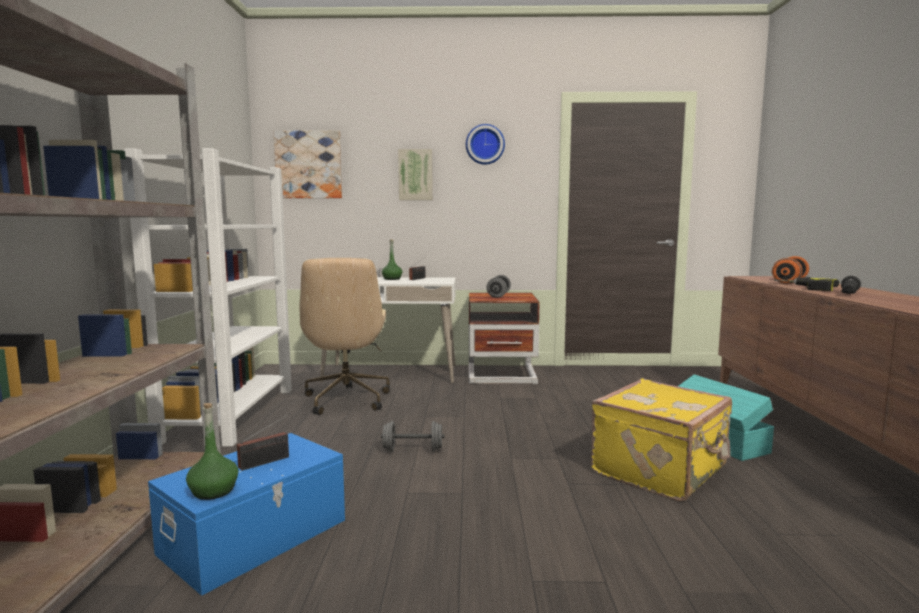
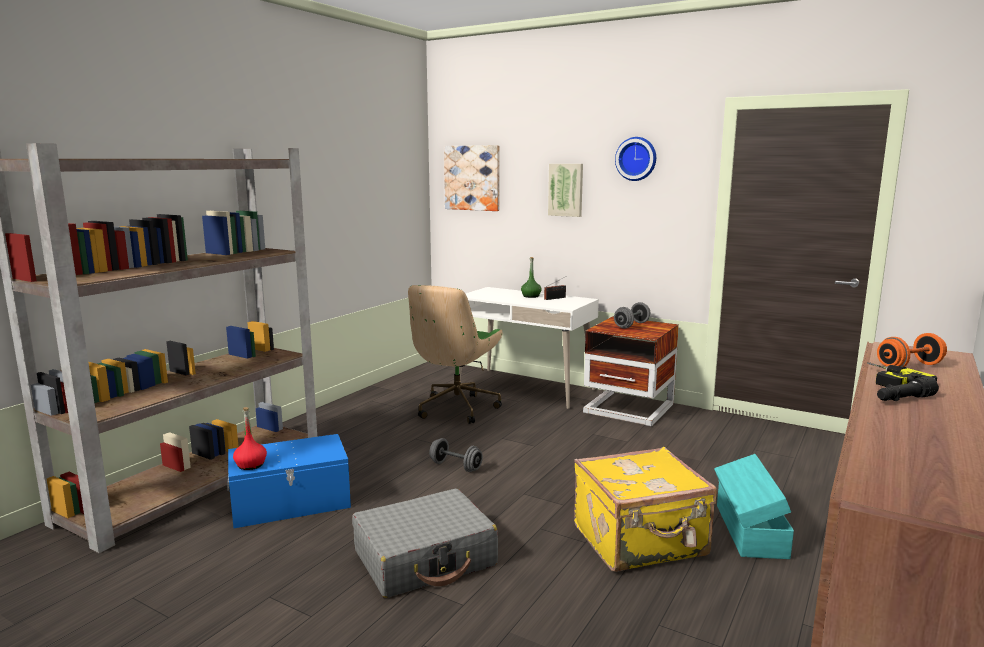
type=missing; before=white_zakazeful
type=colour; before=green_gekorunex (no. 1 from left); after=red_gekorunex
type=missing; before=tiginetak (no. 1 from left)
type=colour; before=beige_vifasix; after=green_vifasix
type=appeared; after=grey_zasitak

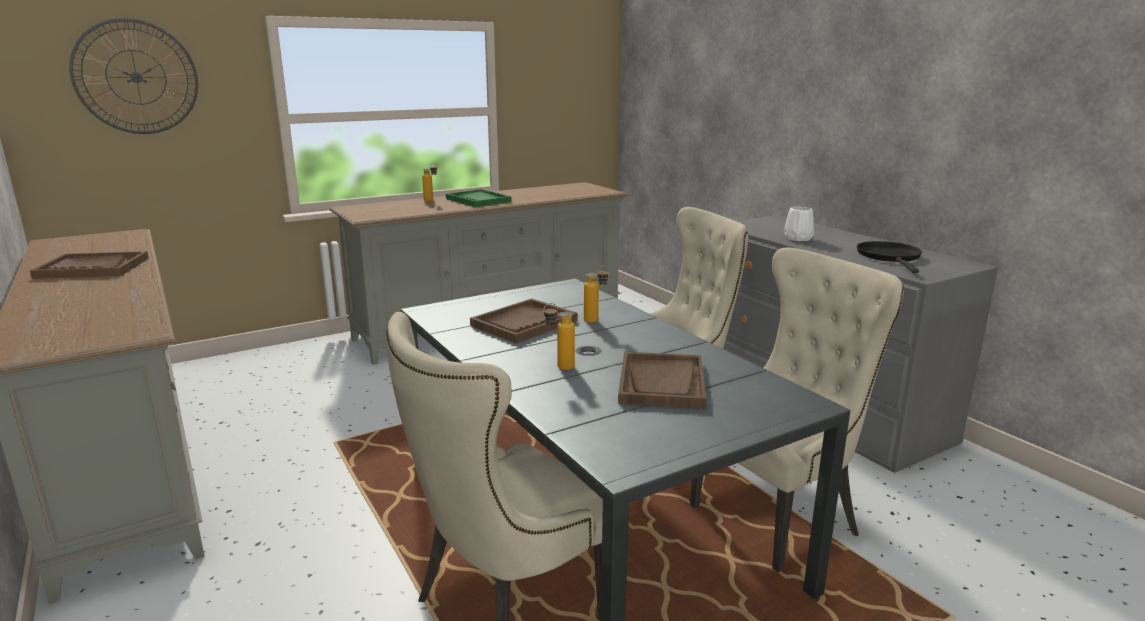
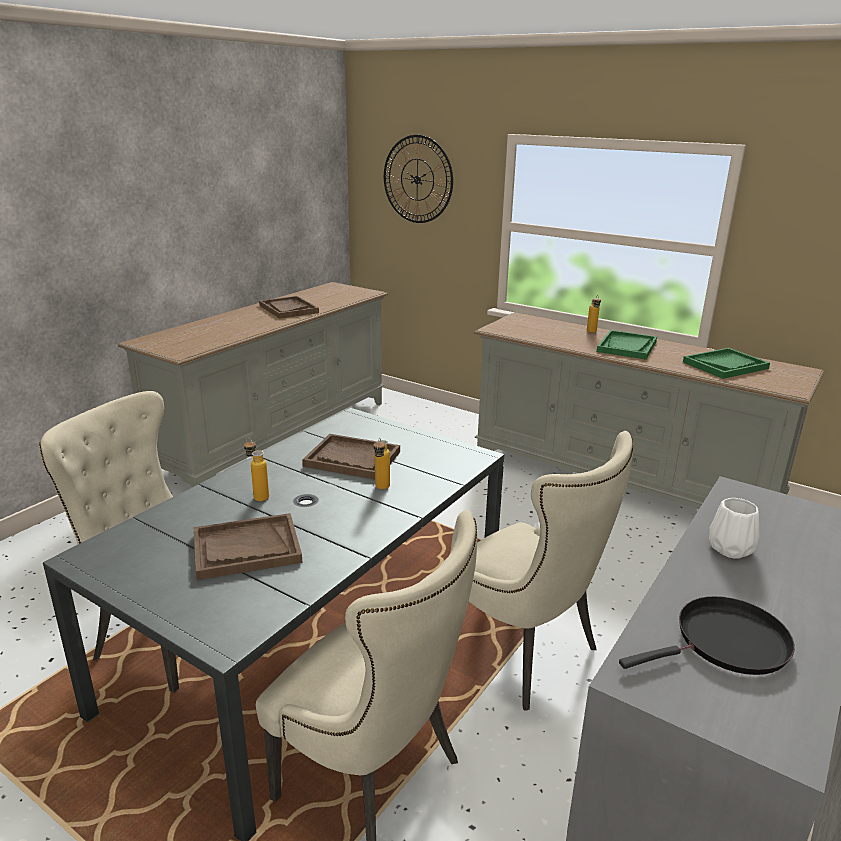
type=appeared; after=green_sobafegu (no. 2 from left)

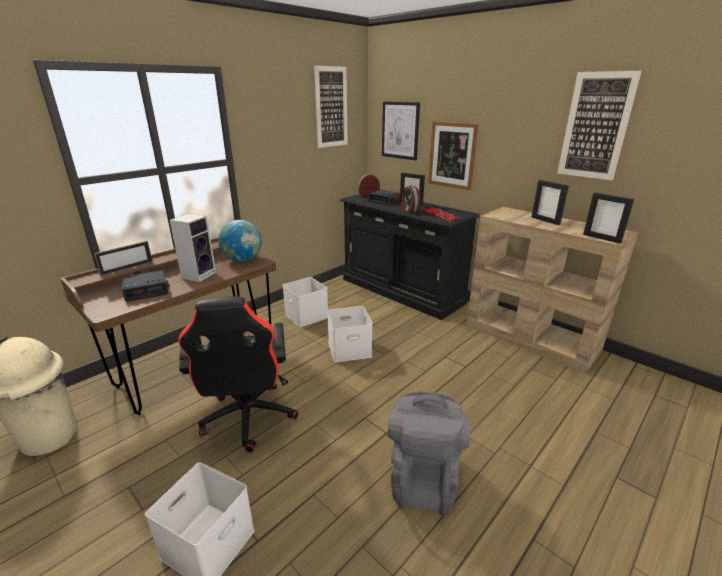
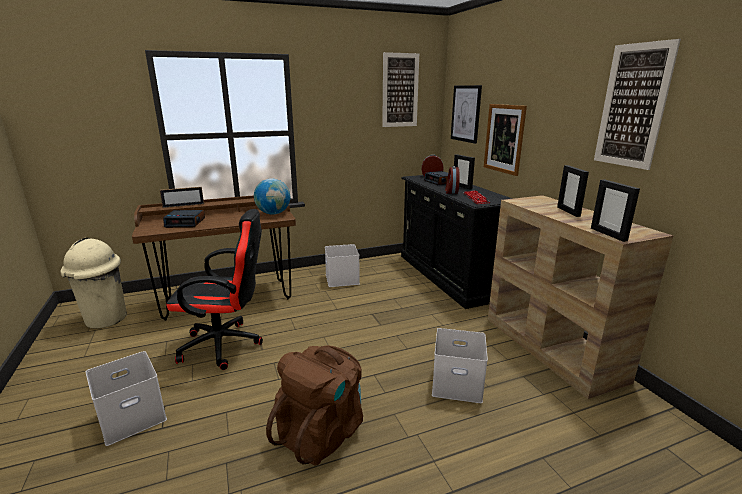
type=missing; before=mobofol
type=spun; before=black_vifasix; turn=-105
type=relocated; before=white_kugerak (no. 3 from left)
type=colour; before=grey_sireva; after=brown_sireva

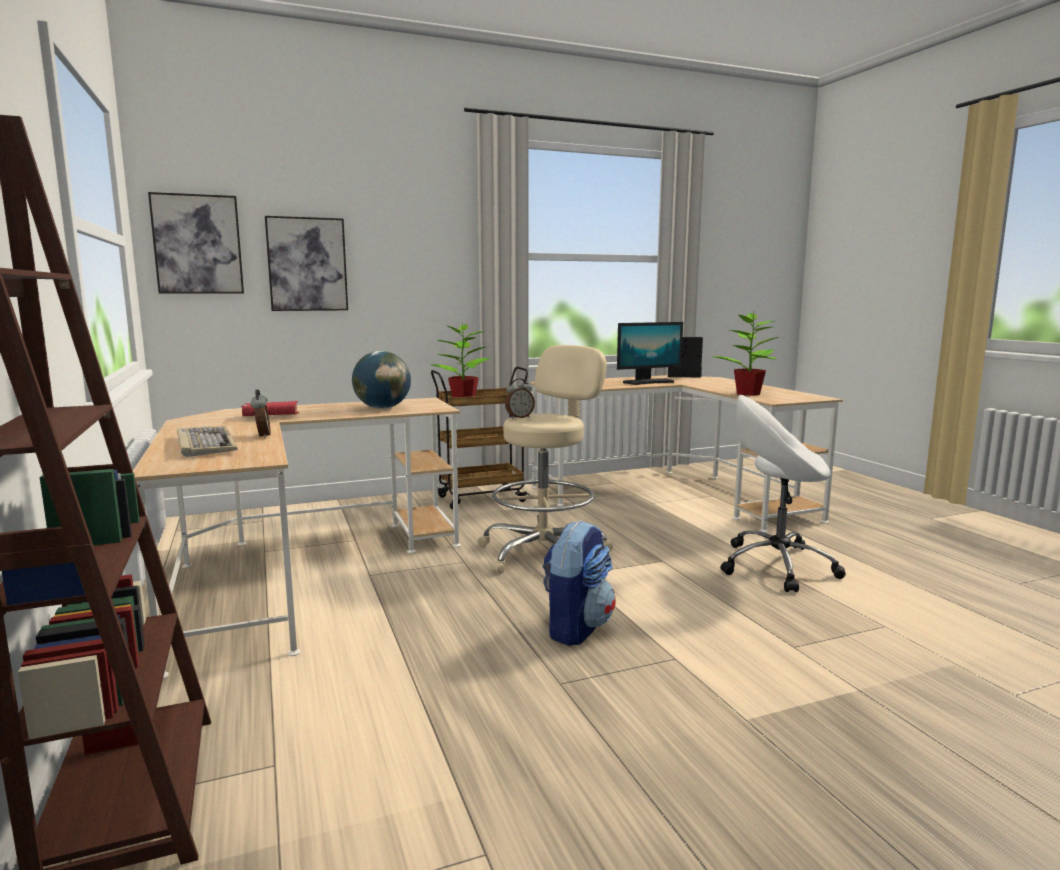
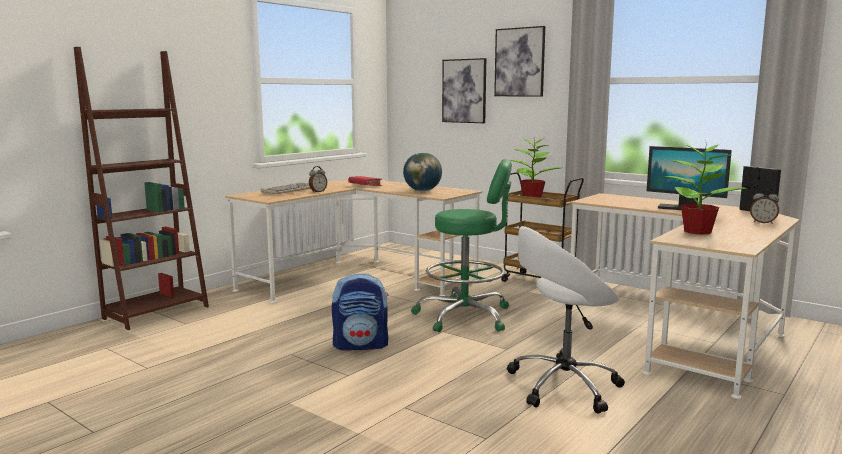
type=relocated; before=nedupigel (no. 1 from left in the first image); after=nedupigel (no. 2 from left)
type=colour; before=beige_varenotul; after=green_varenotul
type=relocated; before=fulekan (no. 2 from left)
type=spun; before=white_vifasix; turn=-90

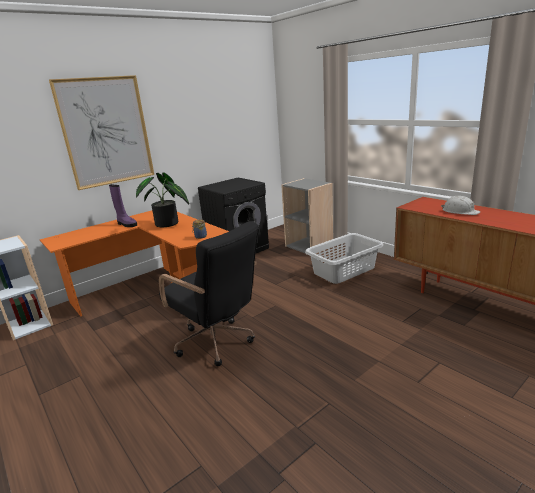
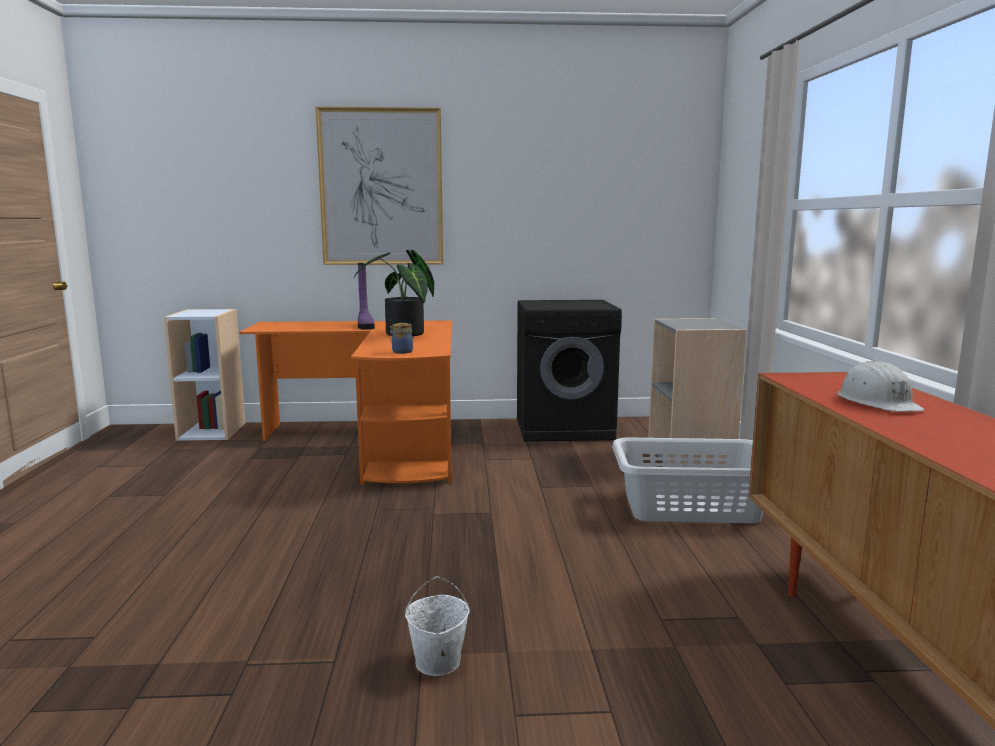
type=missing; before=black_vifasix
type=appeared; after=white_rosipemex

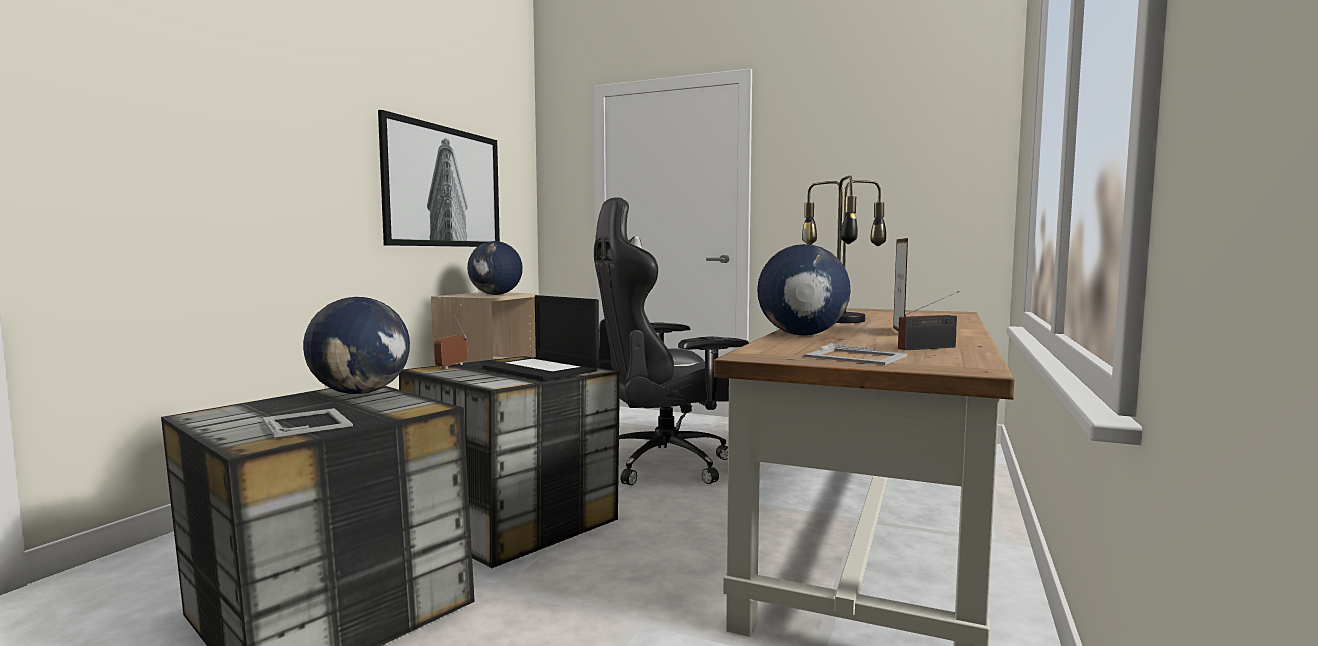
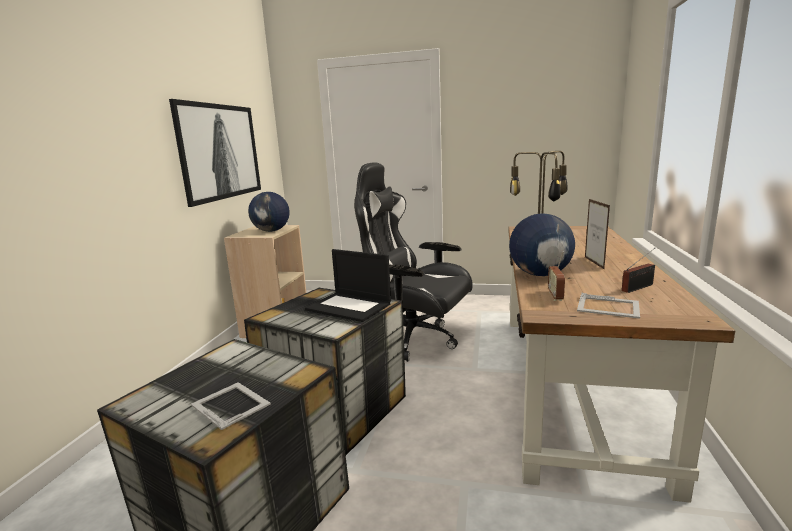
type=missing; before=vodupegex (no. 1 from left)
type=relocated; before=tiginetak (no. 1 from left)
type=spun; before=black_vifasix; turn=60

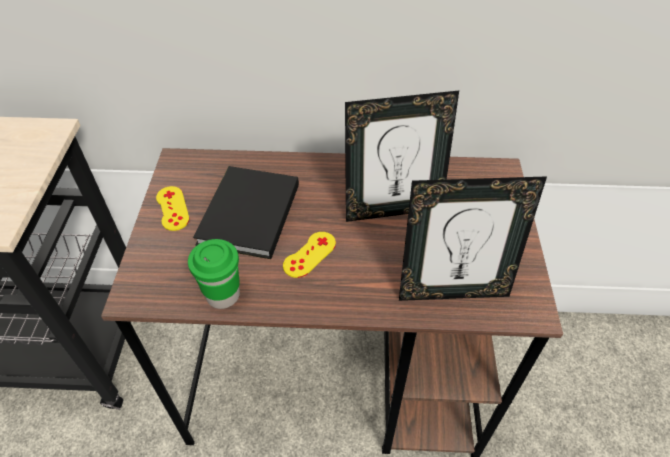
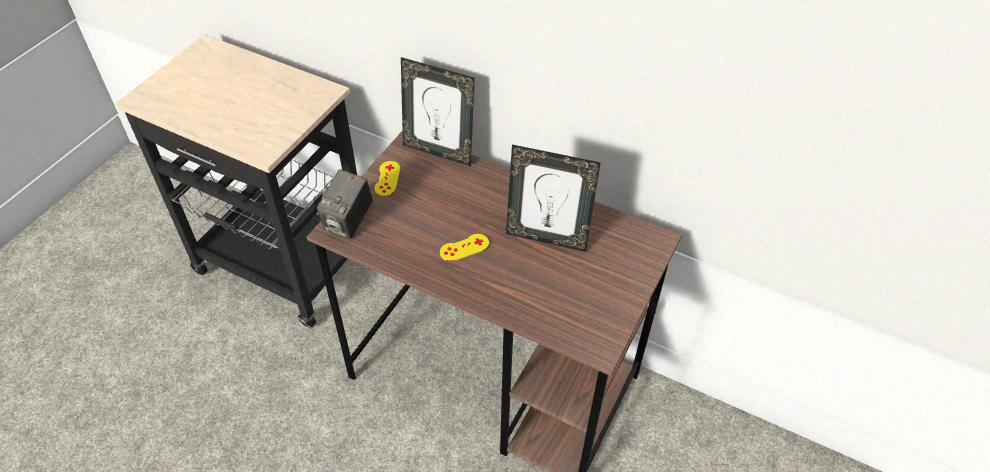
type=missing; before=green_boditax
type=missing; before=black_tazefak
type=relocated; before=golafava (no. 2 from left in the first image); after=golafava (no. 1 from left)
type=appeared; after=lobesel

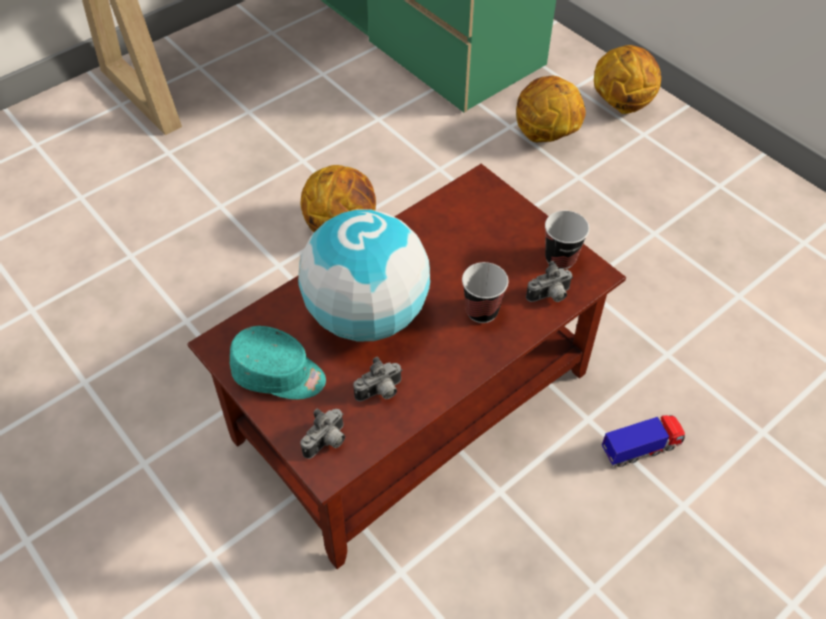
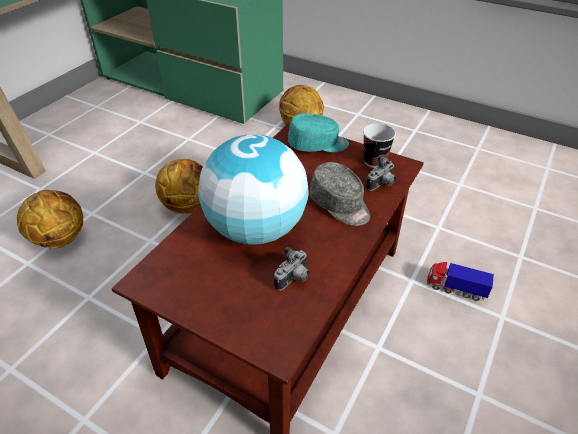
type=relocated; before=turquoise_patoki
type=missing; before=lobesel (no. 1 from left)
type=exchanged; before=boditax (no. 1 from left); after=grey_patoki
type=relocated; before=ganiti (no. 3 from left in the first image); after=ganiti (no. 1 from left)
type=spun; before=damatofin; turn=-120

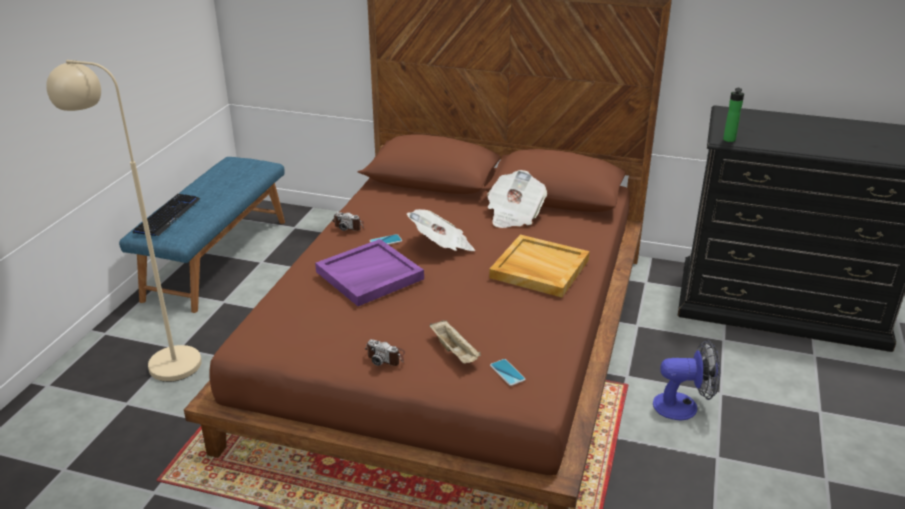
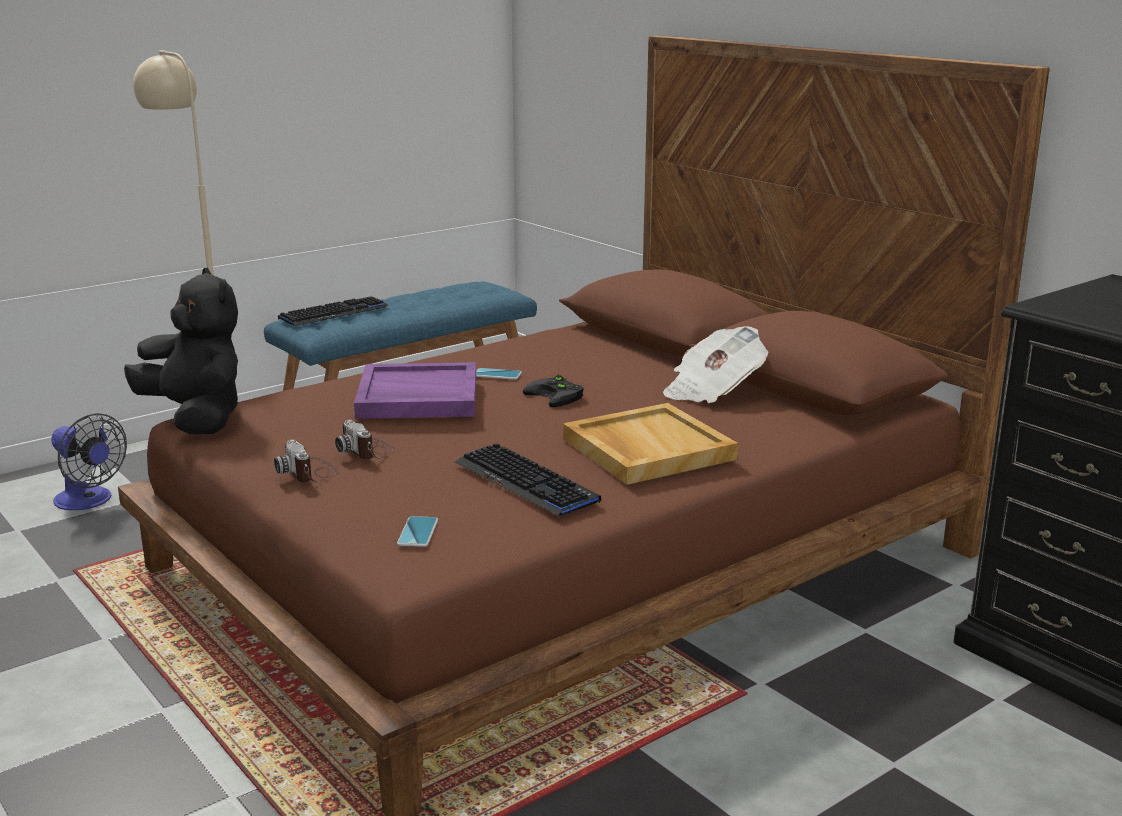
type=relocated; before=lobesel (no. 1 from left in the first image); after=lobesel (no. 2 from left)
type=exchanged; before=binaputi (no. 1 from left); after=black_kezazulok
type=missing; before=beige_sobafegu (no. 1 from left)
type=relocated; before=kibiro
type=missing; before=gekorunex
type=appeared; after=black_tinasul
type=appeared; after=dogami (no. 2 from left)

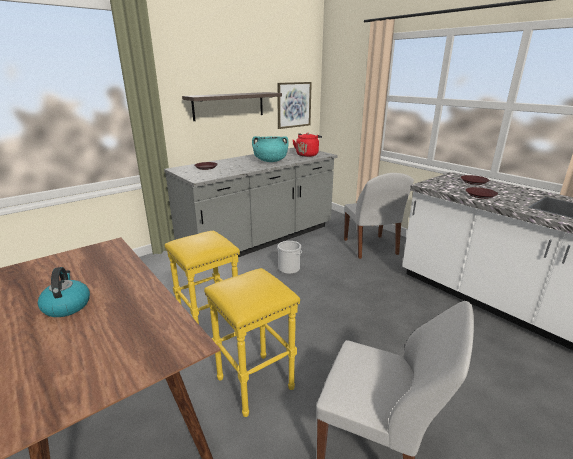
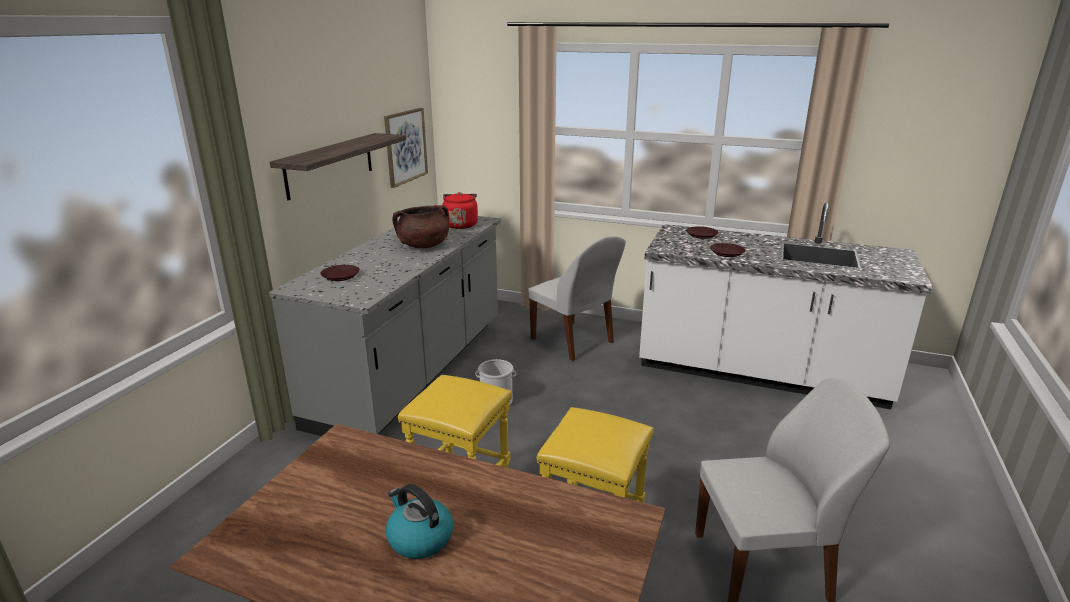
type=colour; before=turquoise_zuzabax; after=brown_zuzabax

